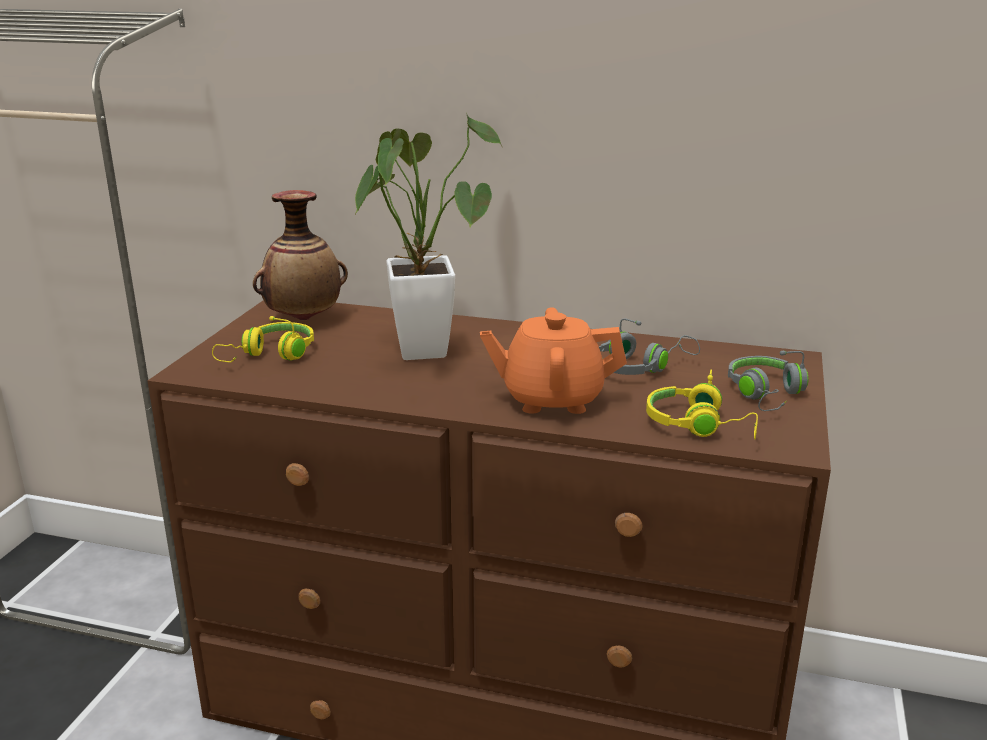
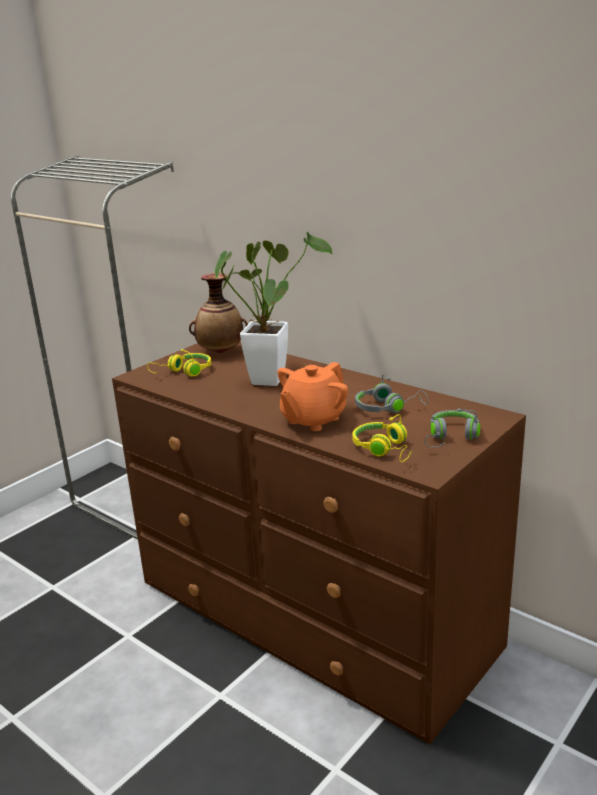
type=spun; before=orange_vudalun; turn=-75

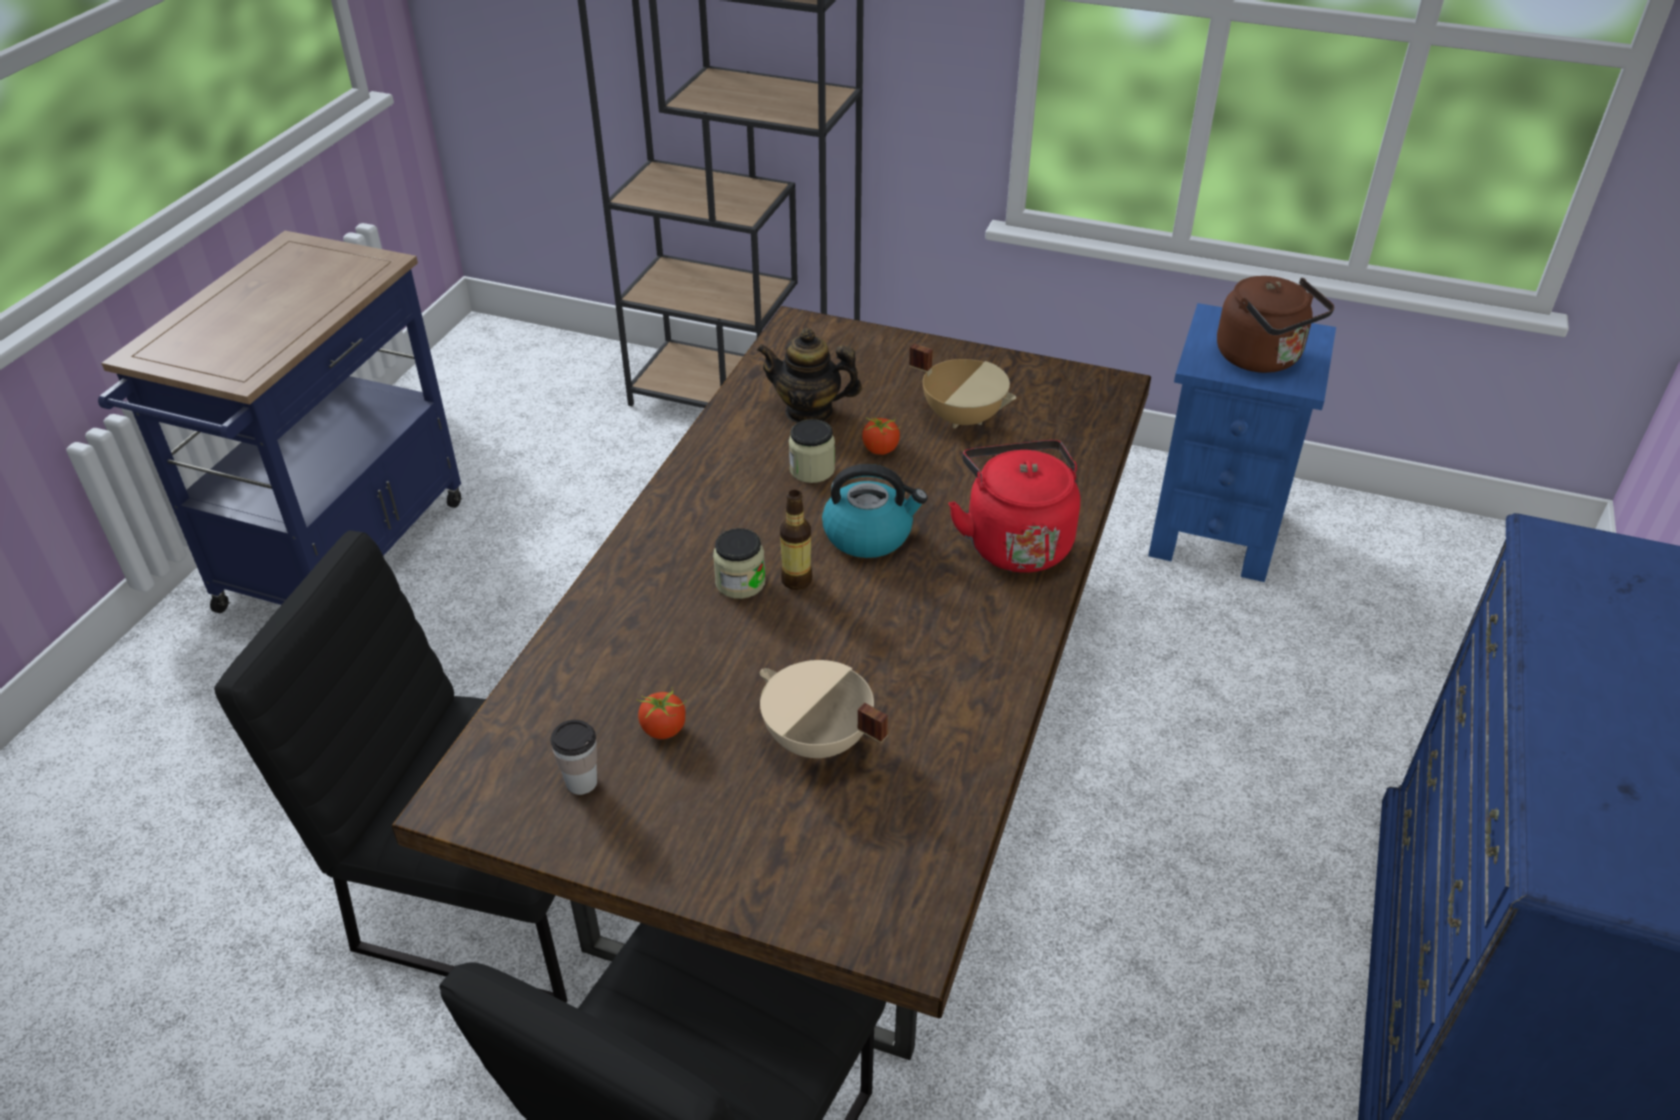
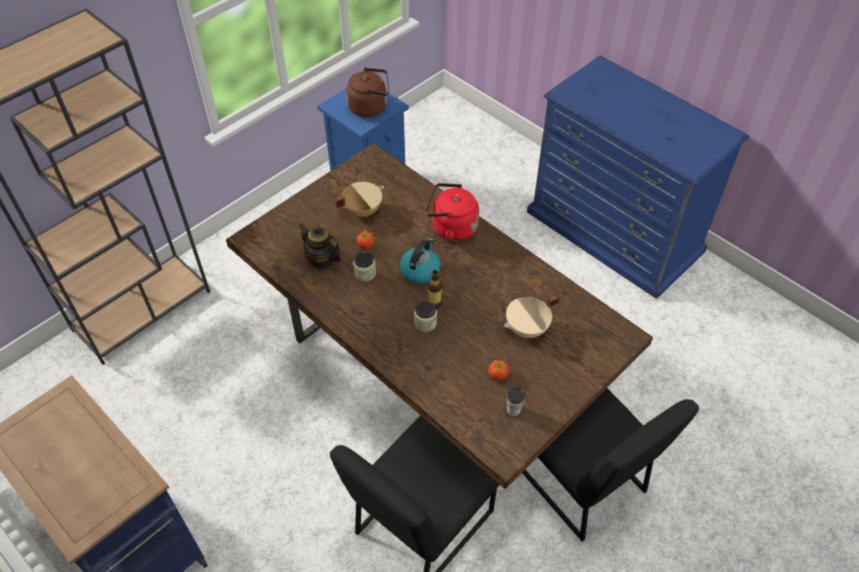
type=spun; before=vudalun; turn=90

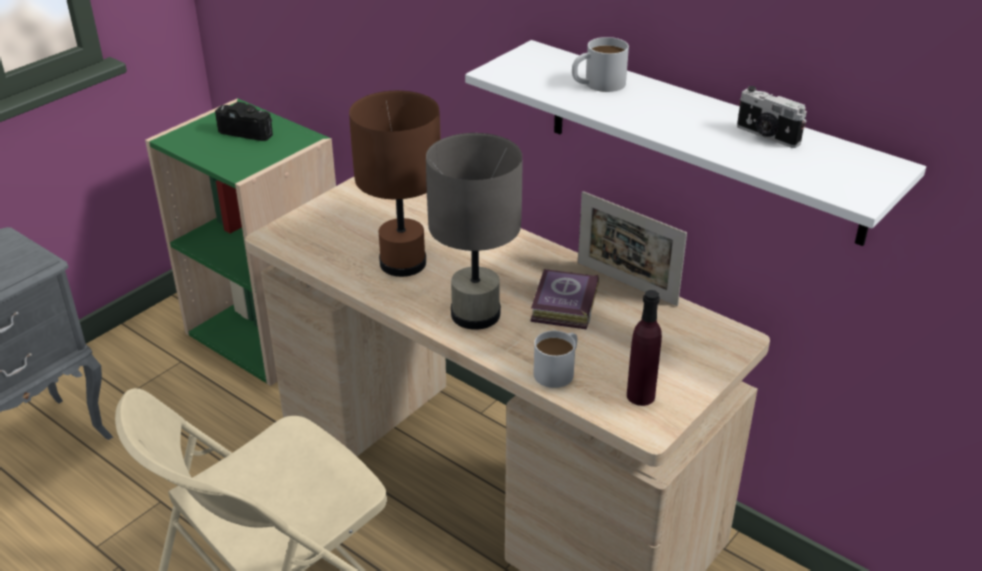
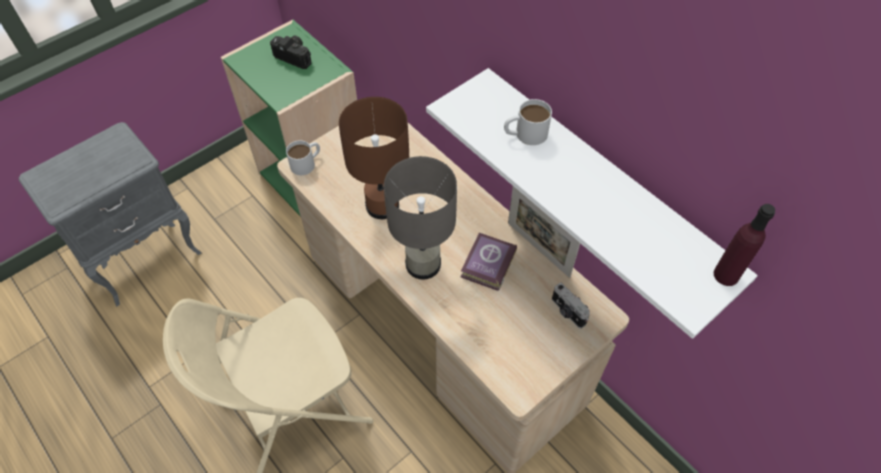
type=relocated; before=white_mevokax (no. 1 from left)
type=relocated; before=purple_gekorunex
type=relocated; before=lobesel (no. 2 from left)

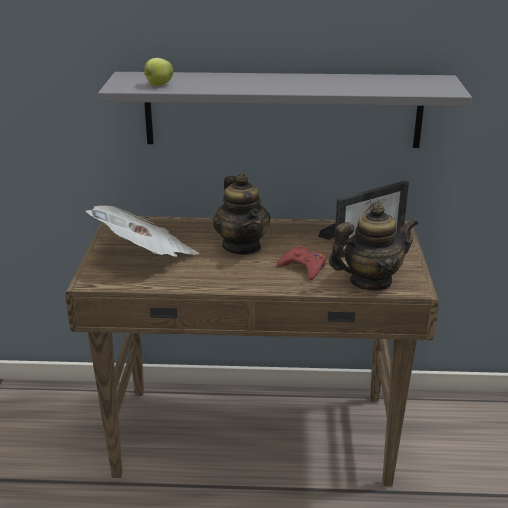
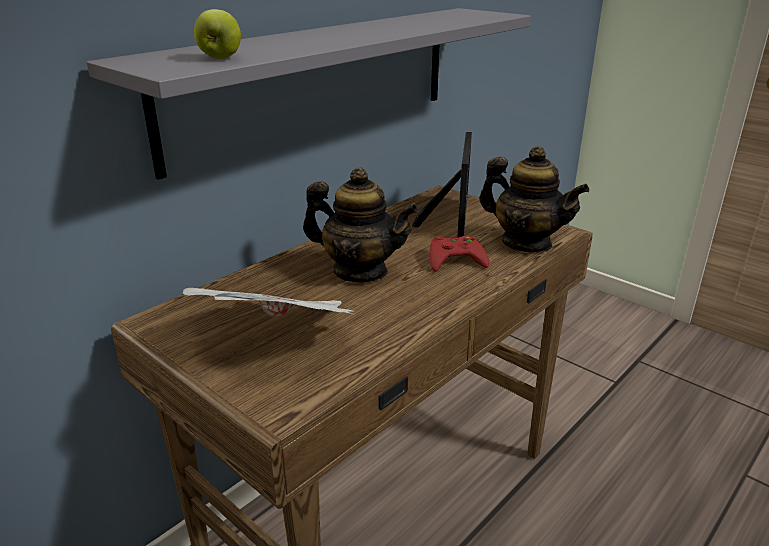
type=spun; before=vudalun (no. 2 from left); turn=105

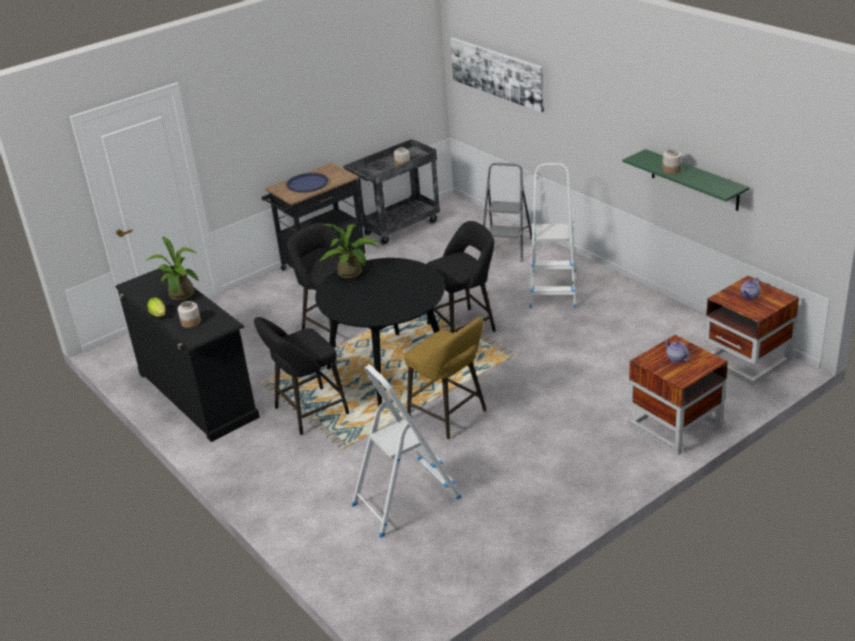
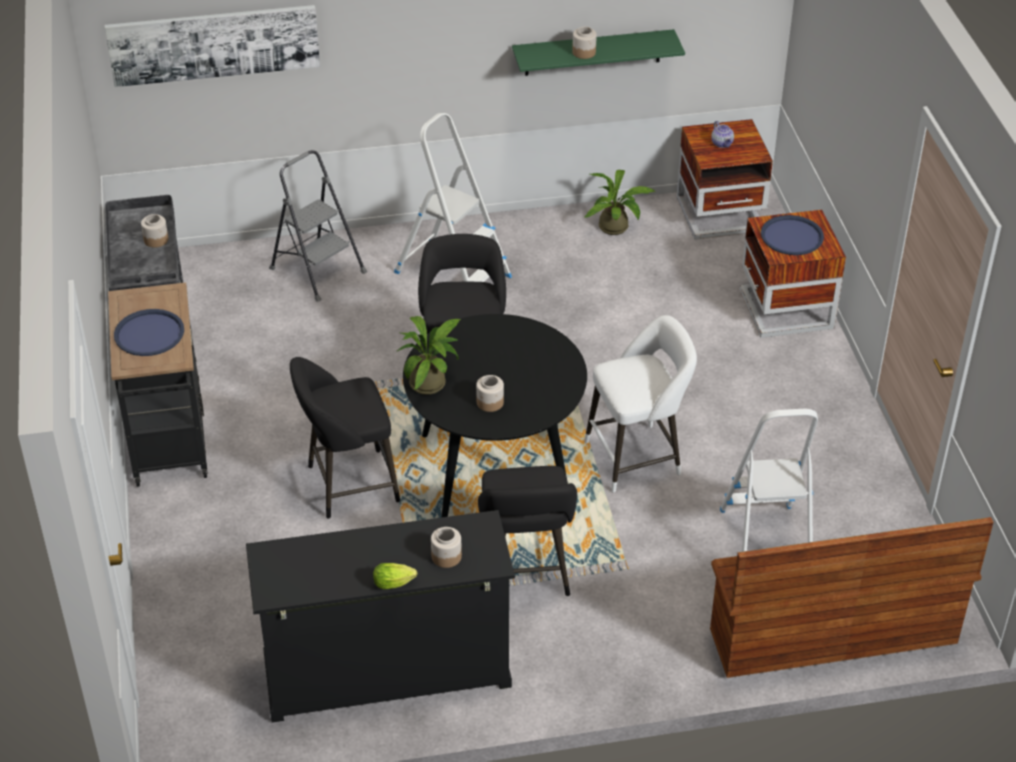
type=relocated; before=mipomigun (no. 1 from left in the first image); after=mipomigun (no. 2 from left)
type=colour; before=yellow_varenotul; after=white_varenotul
type=exchanged; before=vudalun (no. 1 from left); after=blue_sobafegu (no. 2 from left)
type=appeared; after=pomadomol (no. 3 from left)
type=appeared; after=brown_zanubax

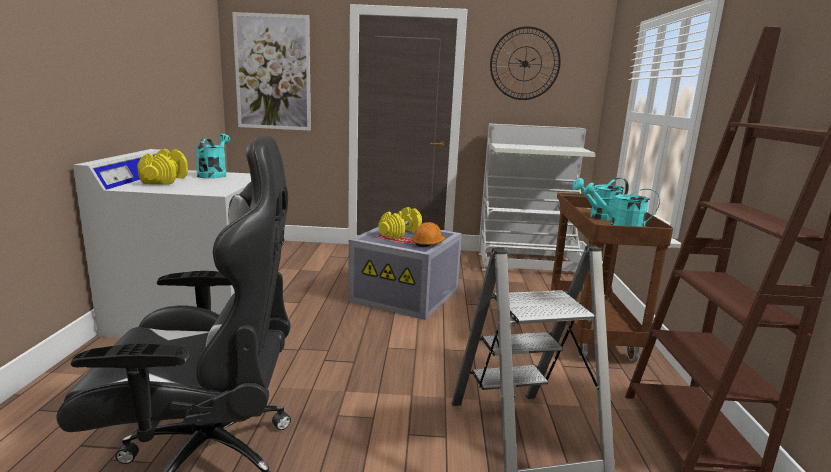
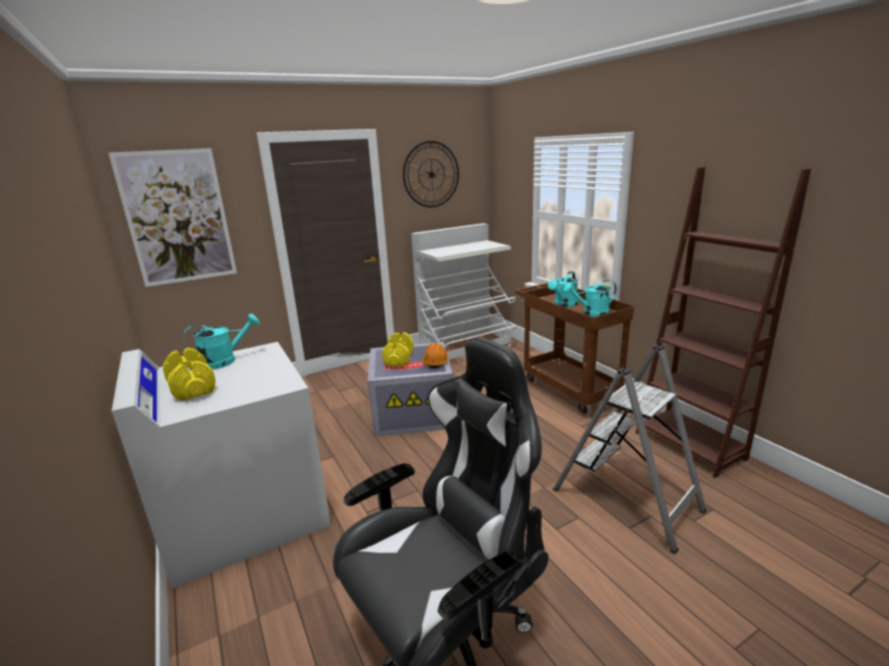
type=spun; before=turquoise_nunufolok (no. 1 from left); turn=90

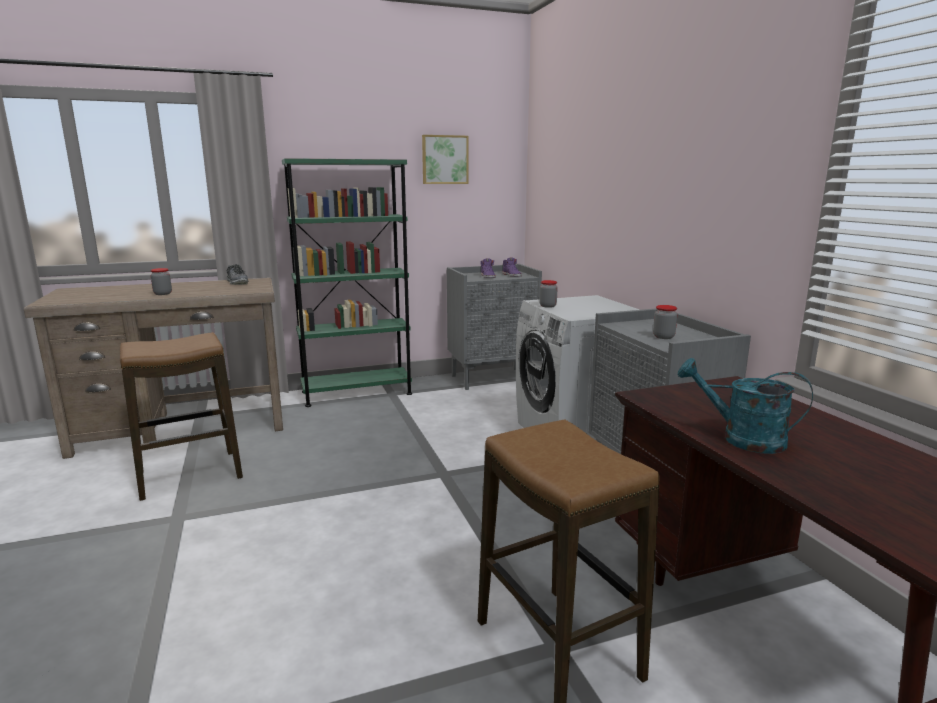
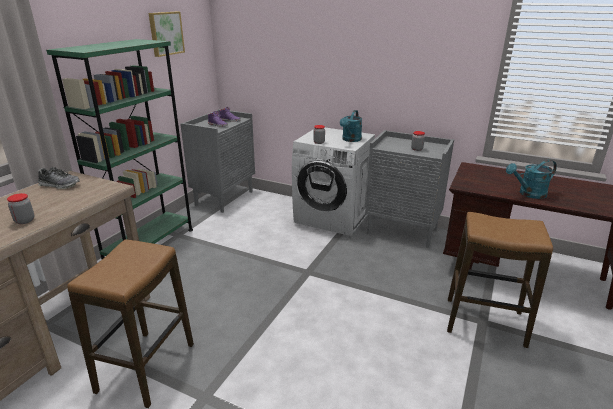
type=appeared; after=turquoise_nunufolok (no. 1 from left)

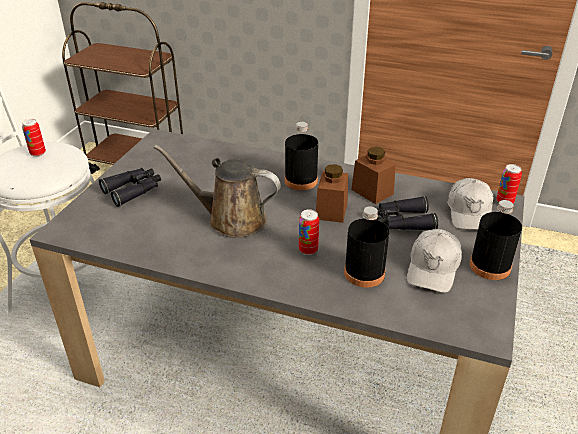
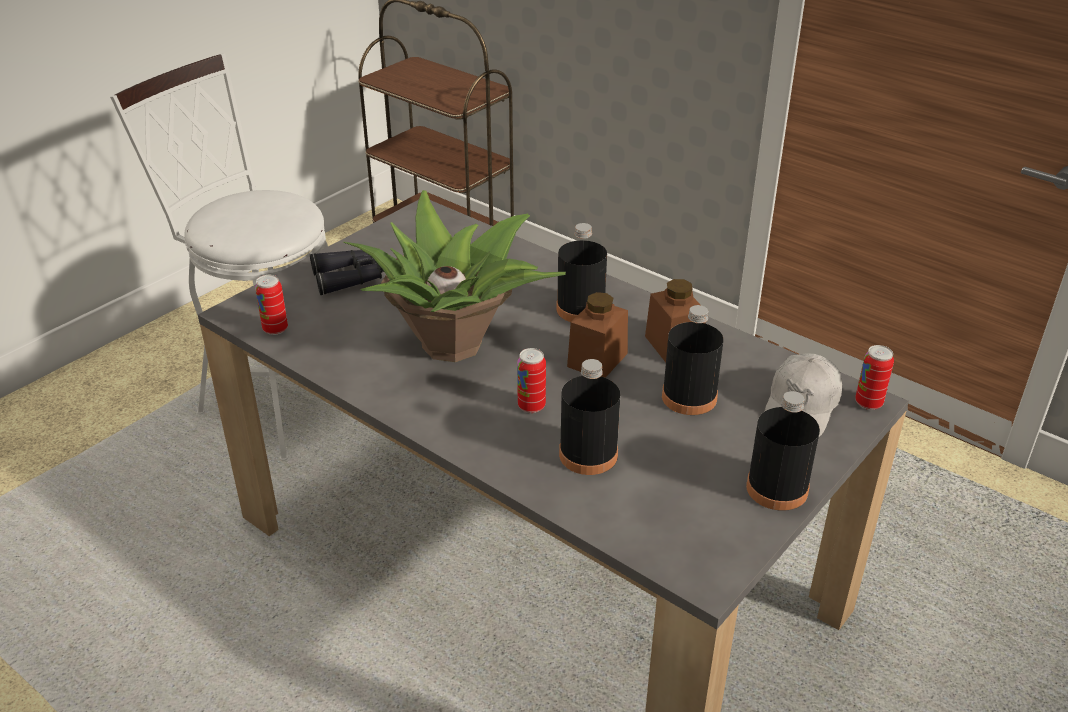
type=relocated; before=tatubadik (no. 1 from left)
type=exchanged; before=brown_nunufolok; after=mipomigun
type=exchanged; before=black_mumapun (no. 2 from left); after=black_gekorunex (no. 3 from left)
type=missing; before=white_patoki (no. 1 from left)

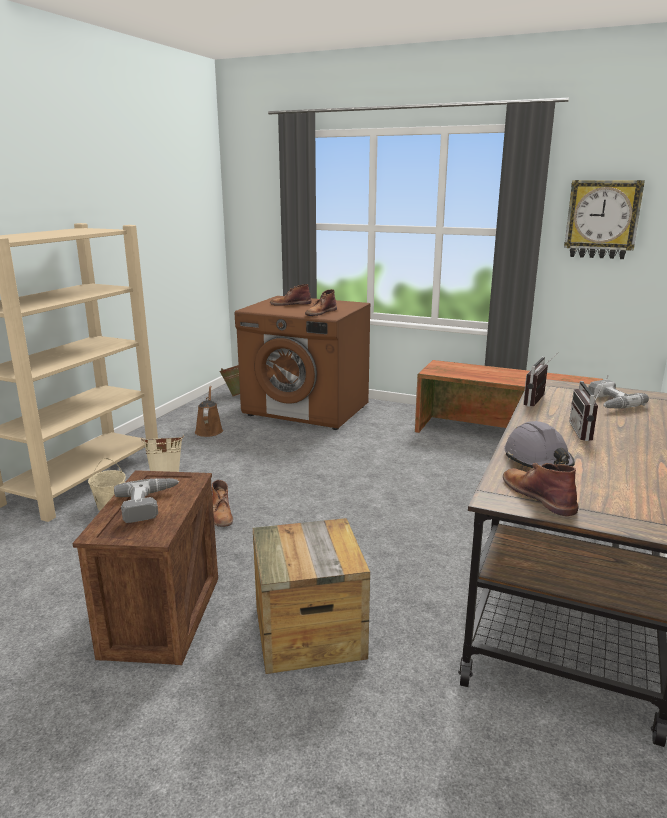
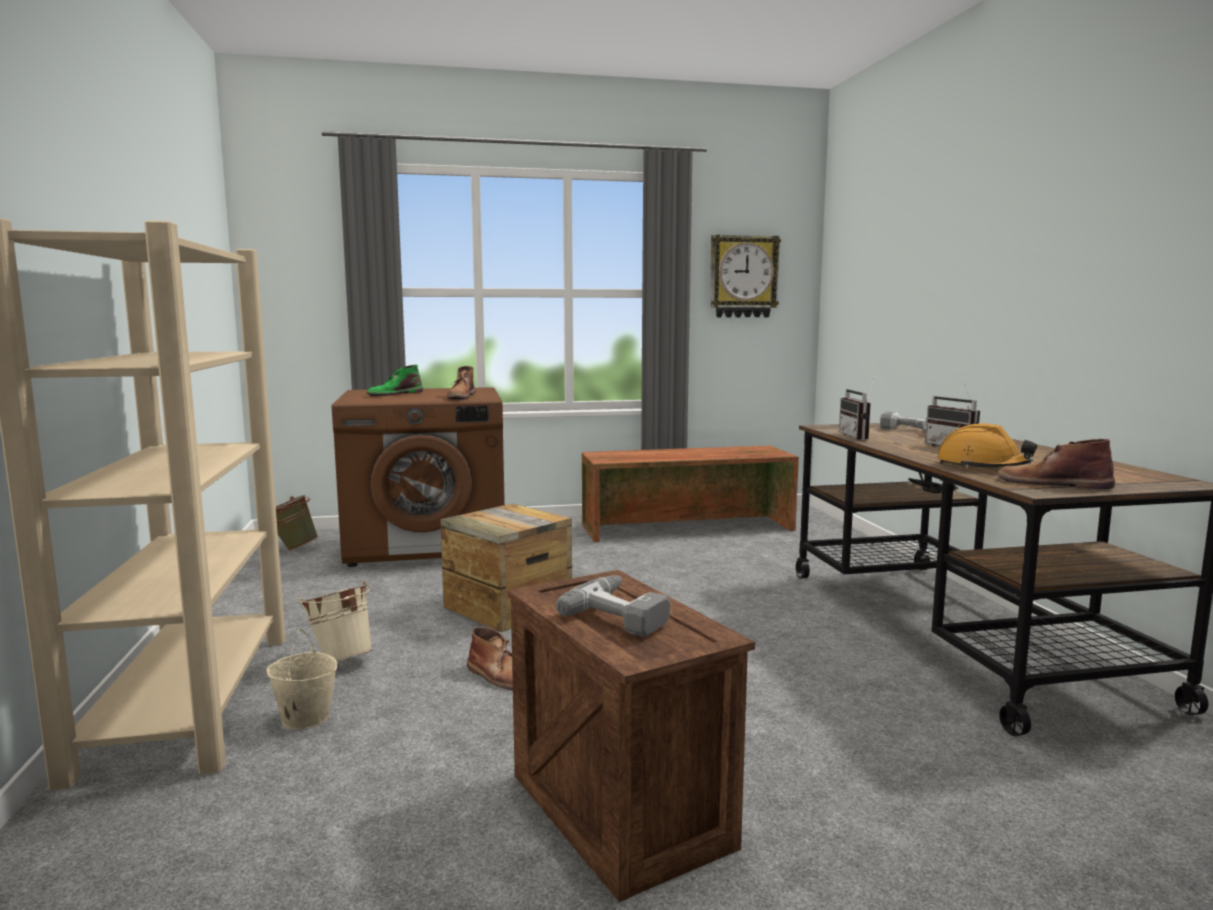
type=missing; before=brown_nunufolok
type=relocated; before=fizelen (no. 2 from left in the first image); after=fizelen (no. 1 from left)
type=colour; before=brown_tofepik (no. 2 from left); after=green_tofepik
type=colour; before=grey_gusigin; after=orange_gusigin

